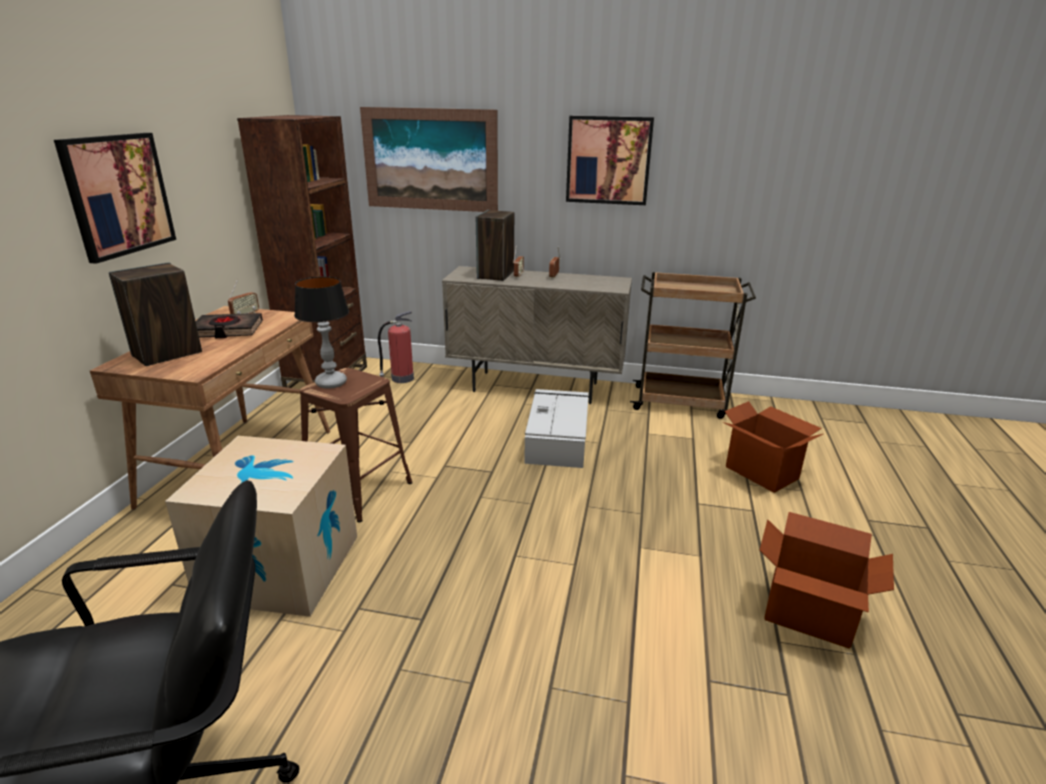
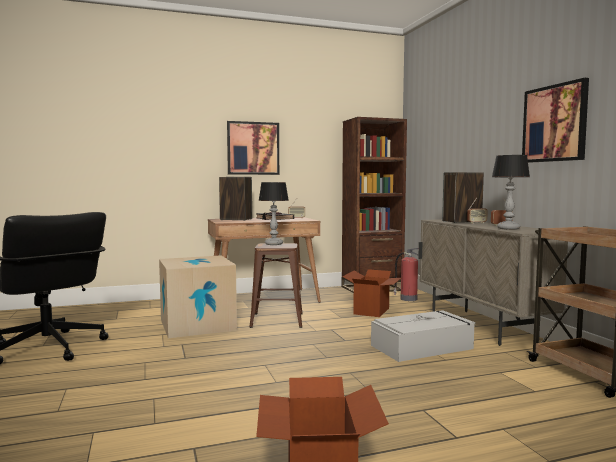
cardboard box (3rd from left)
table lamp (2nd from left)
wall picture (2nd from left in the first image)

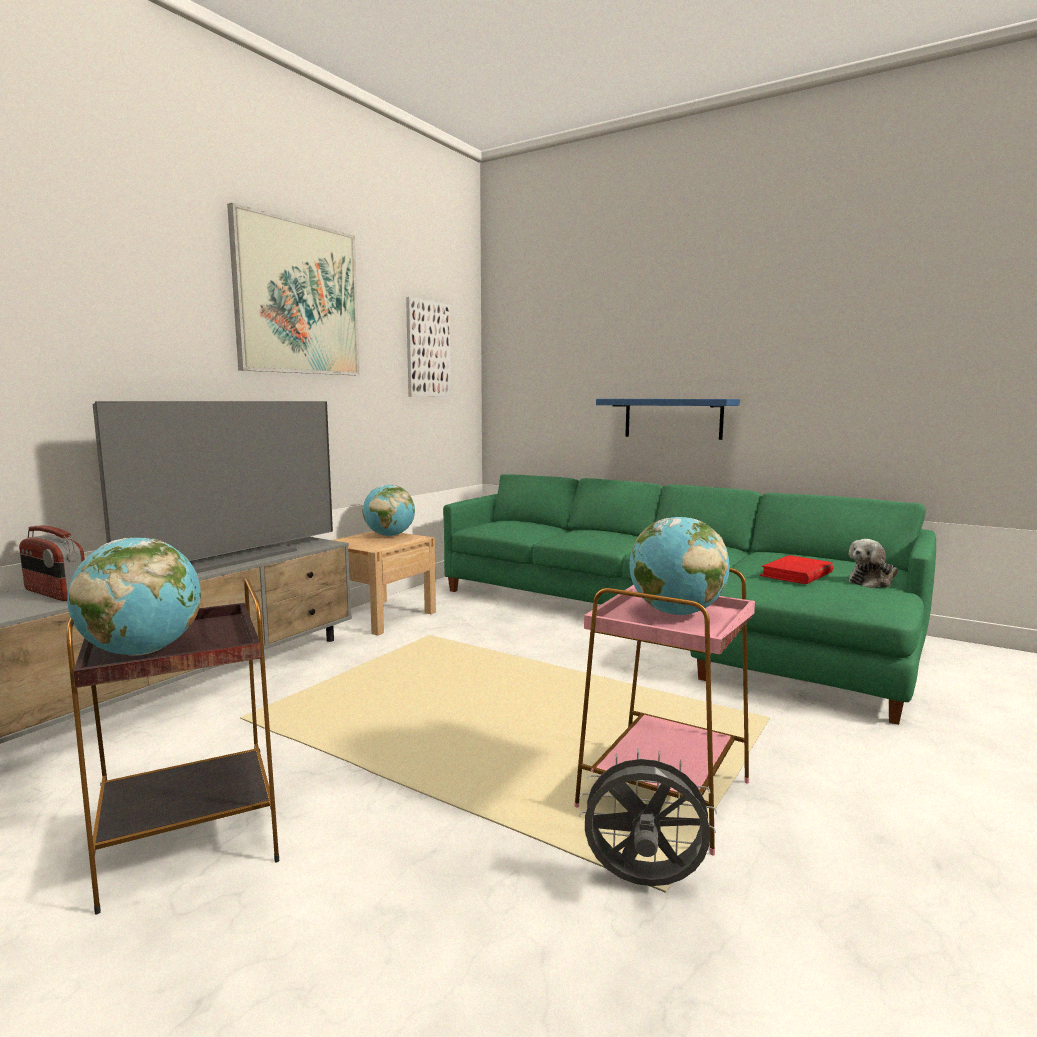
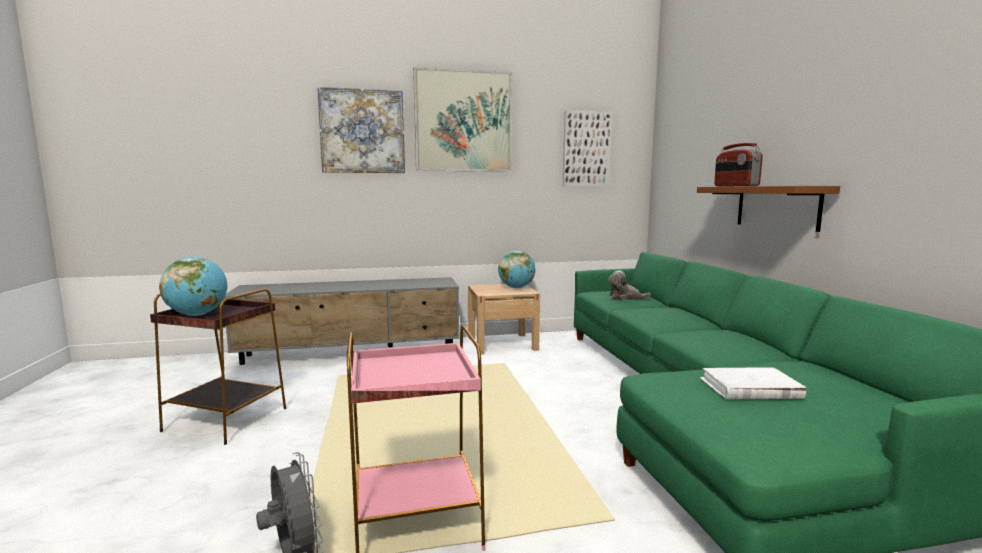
wall picture (1st from left)
plush toy
brownish shelf
whitish book
radio receiver
TV set
desk globe (3rd from left in the first image)

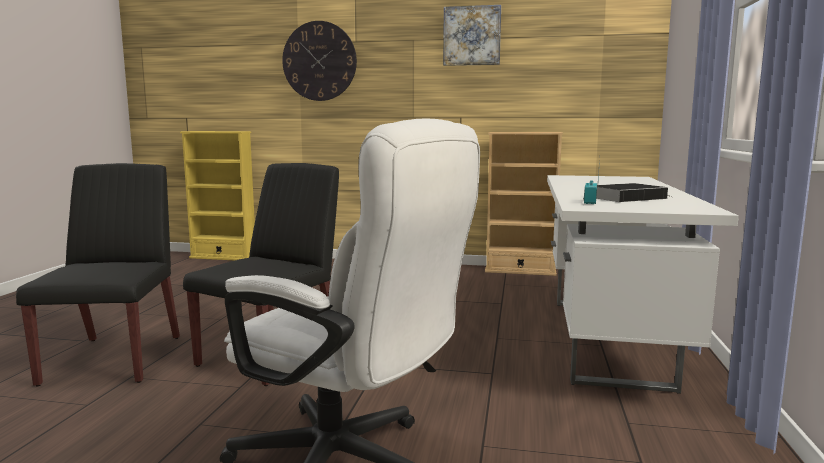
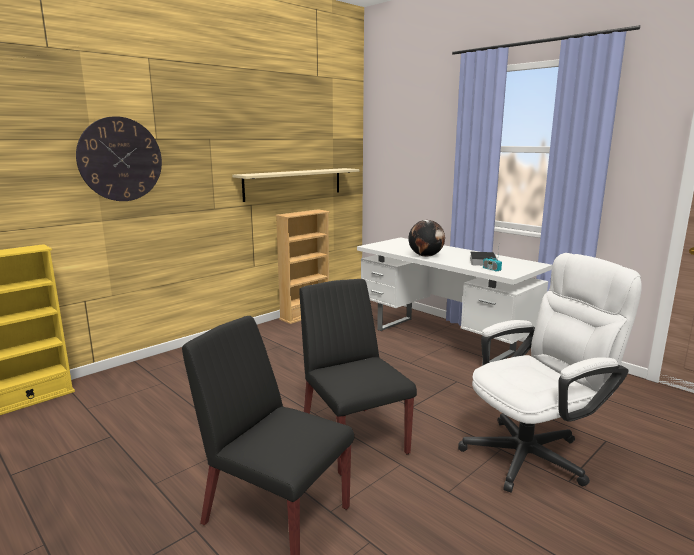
sand-coloured shelf
desk globe
wall picture

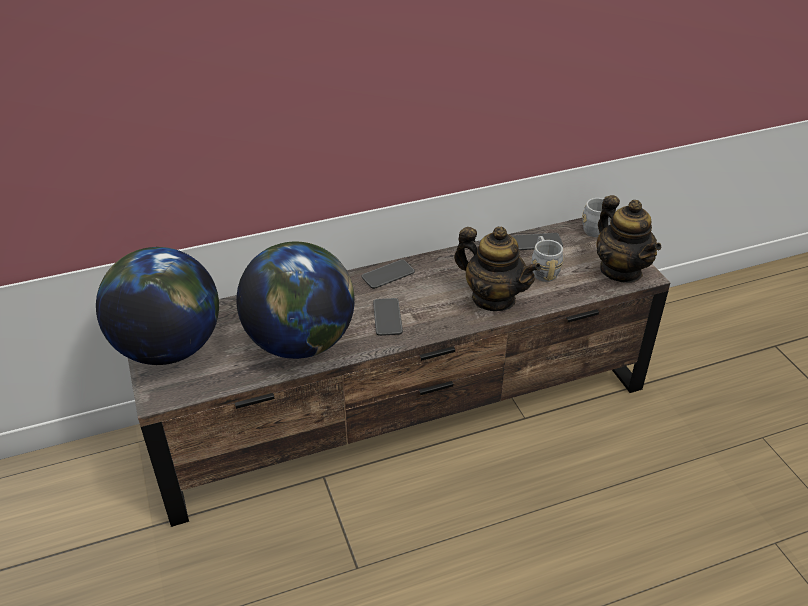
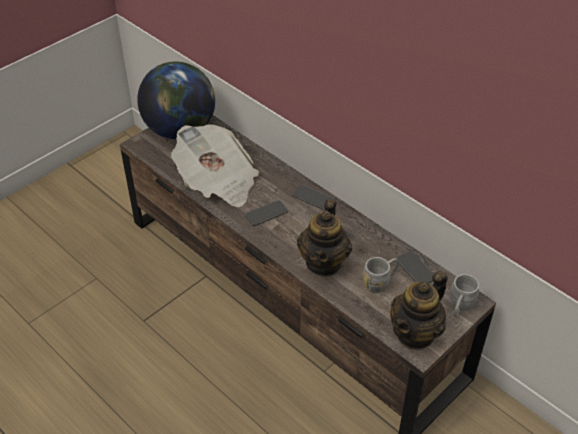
daily paper

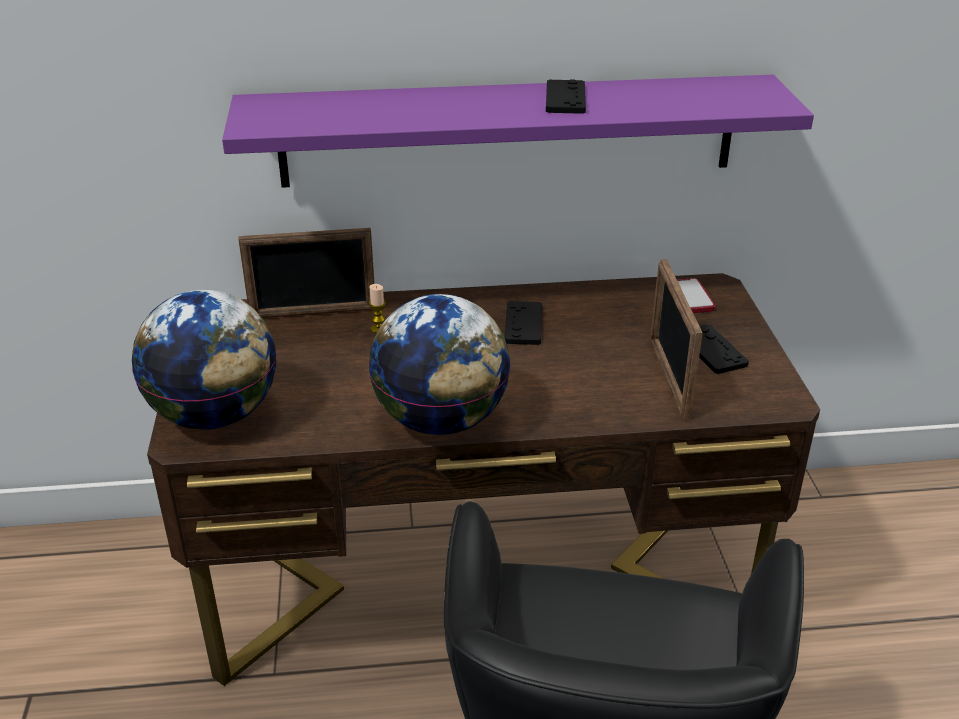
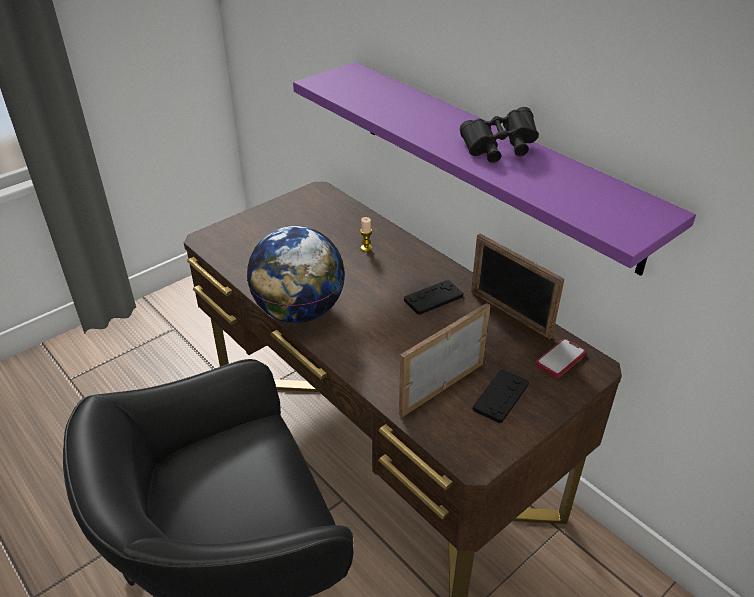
black-coloured binoculars
picture frame (2nd from left)
desk globe (1st from left in the first image)

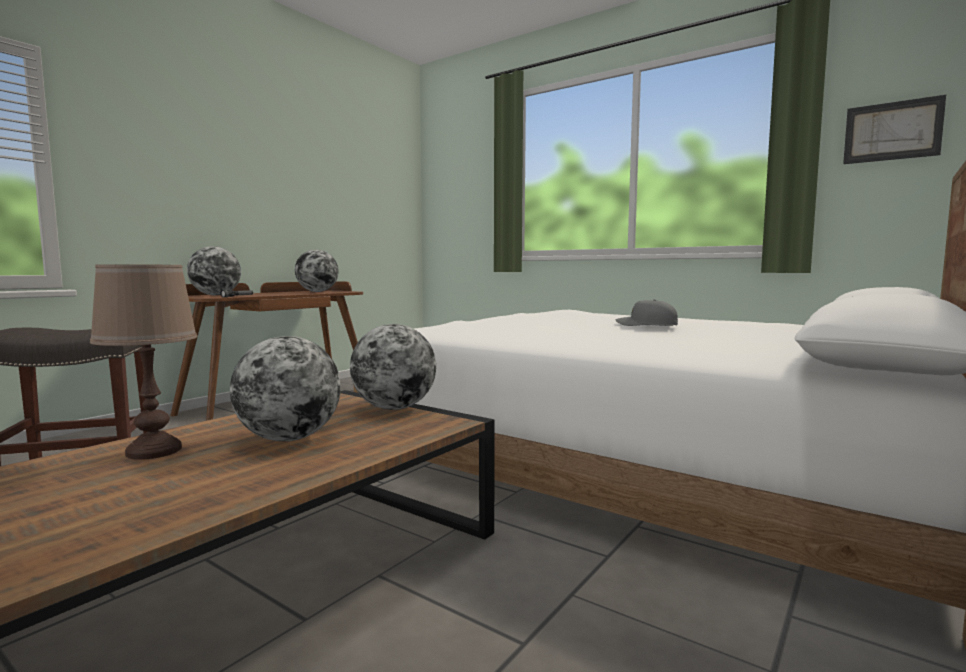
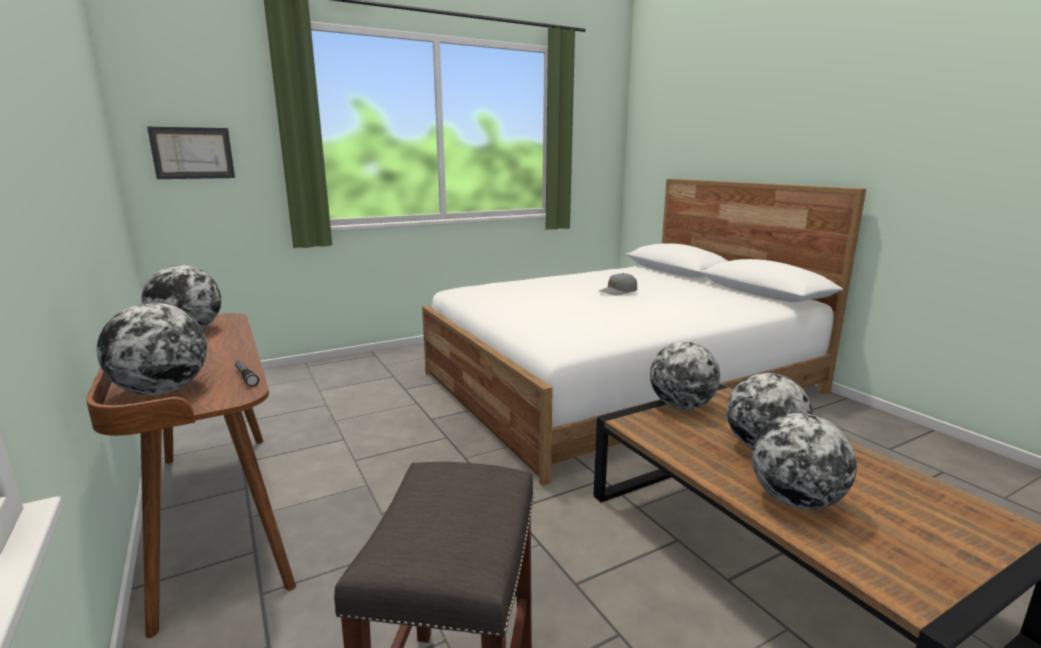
wall picture
desk globe (5th from left)

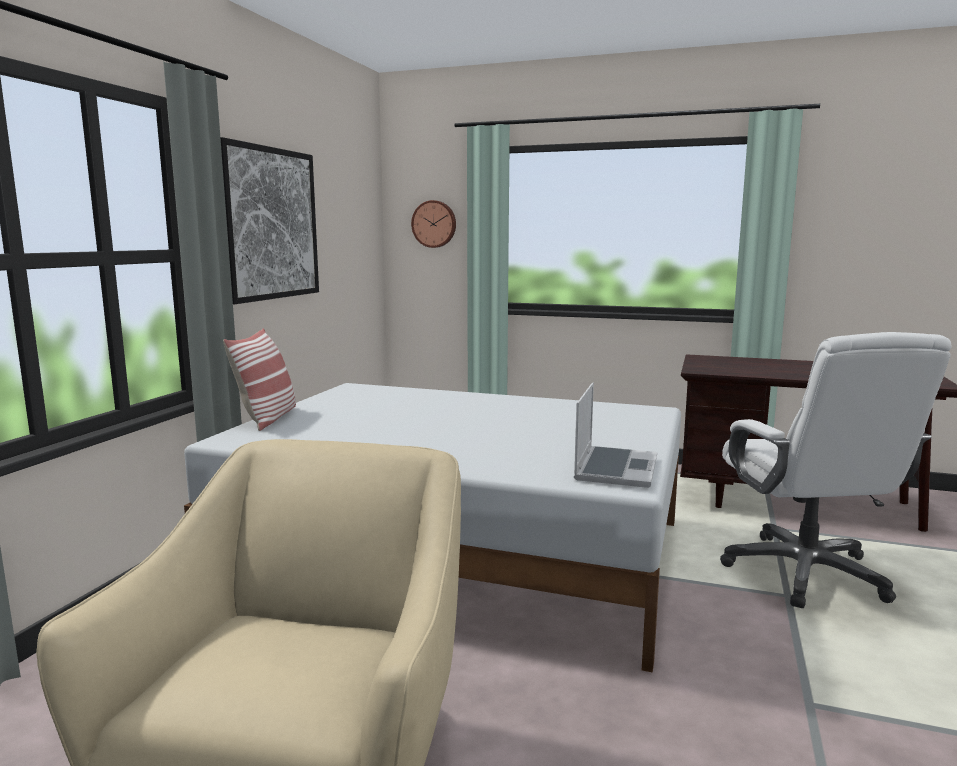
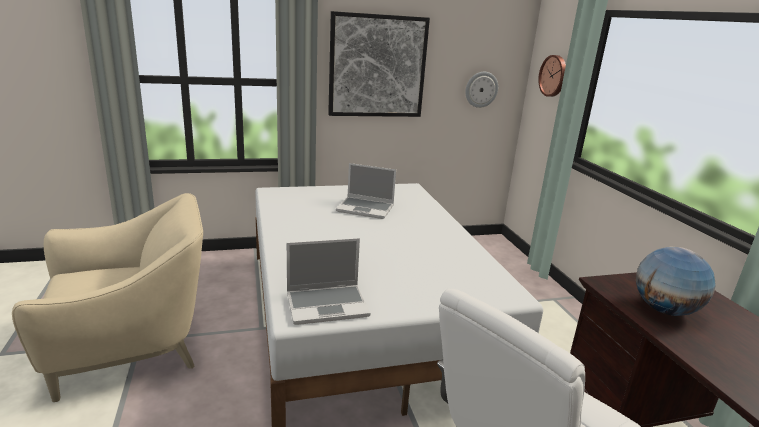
laptop (2nd from left)
hanging clock (1st from left)
desk globe
throw pillow

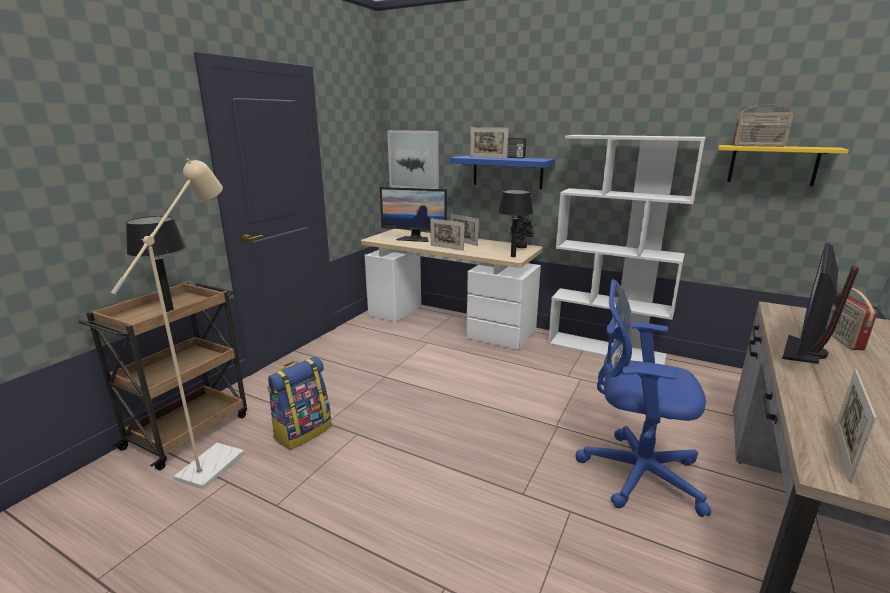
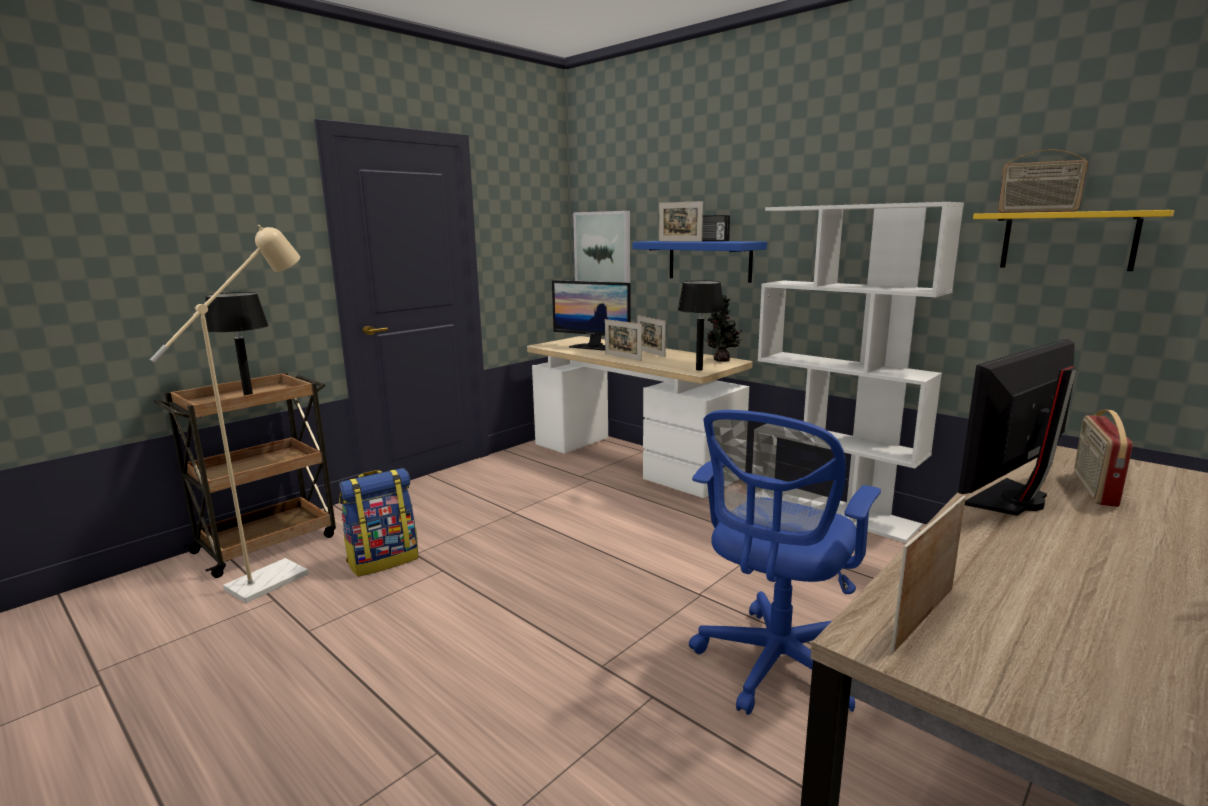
bluish computer chair

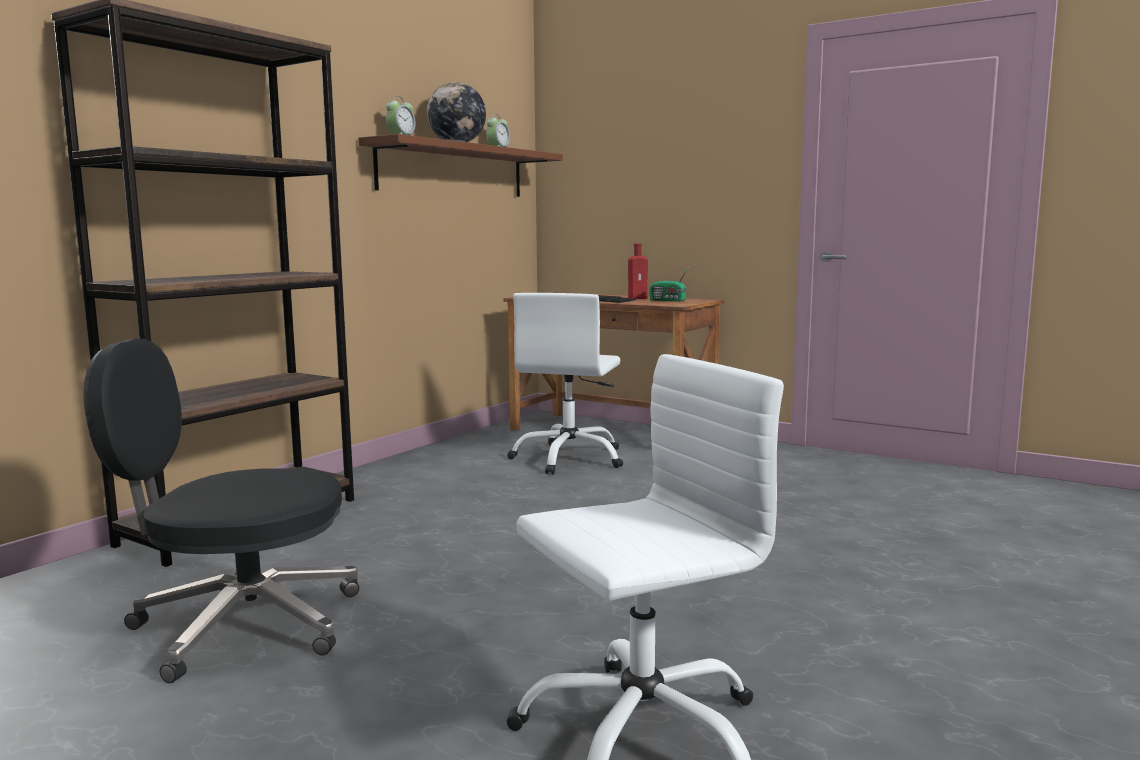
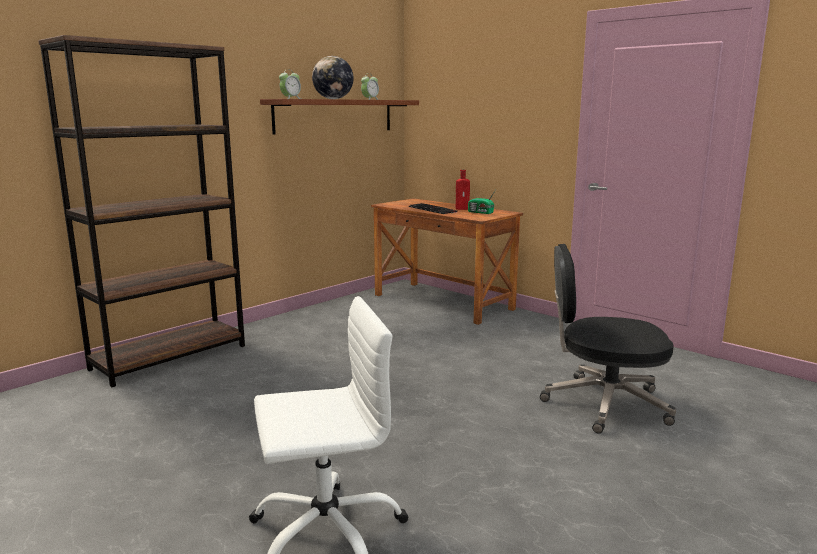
black-coloured computer chair
whitish computer chair (1st from left in the first image)

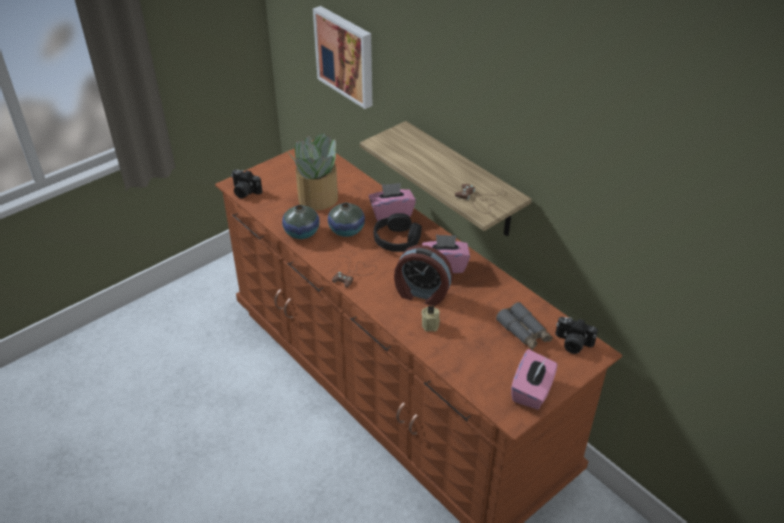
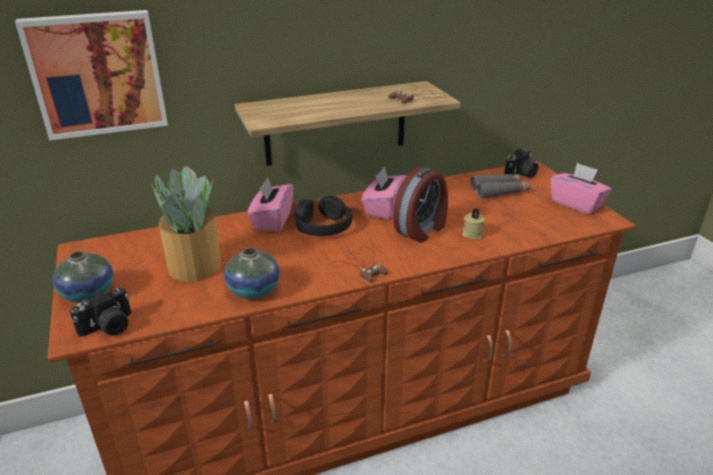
flower vase (1st from left)

